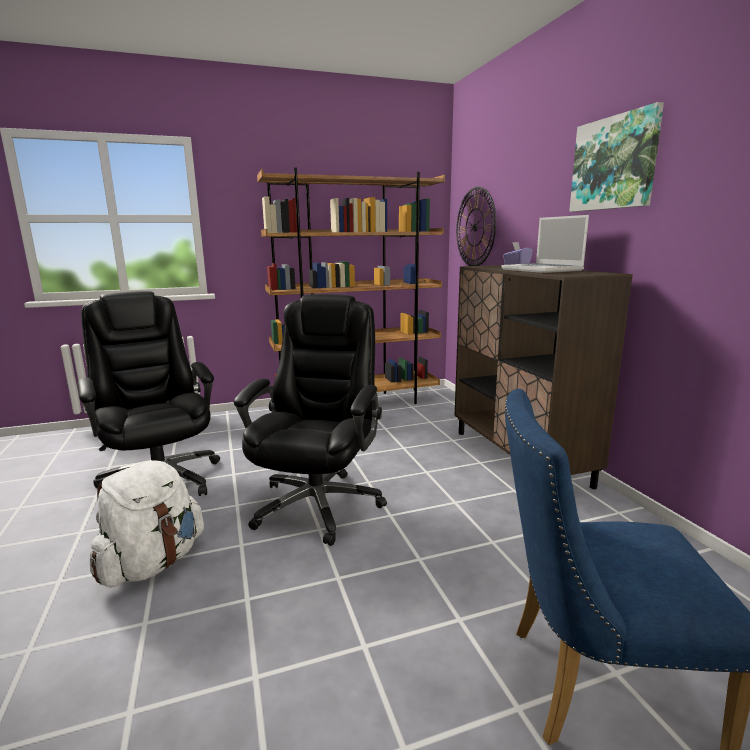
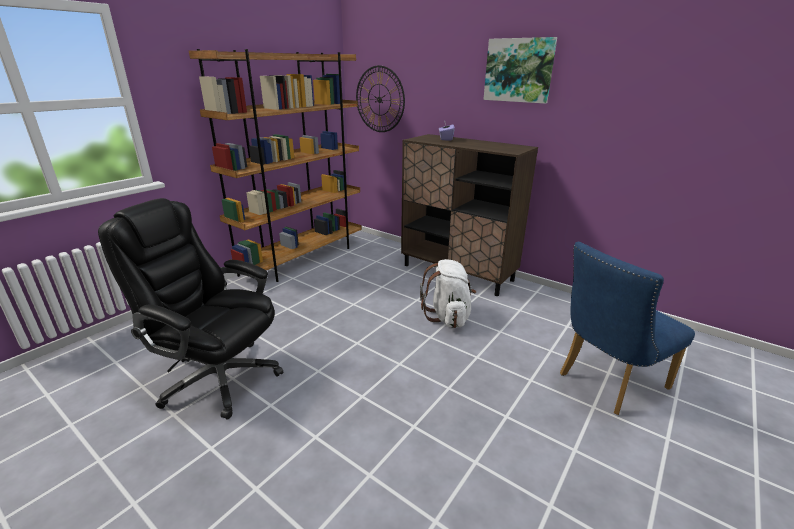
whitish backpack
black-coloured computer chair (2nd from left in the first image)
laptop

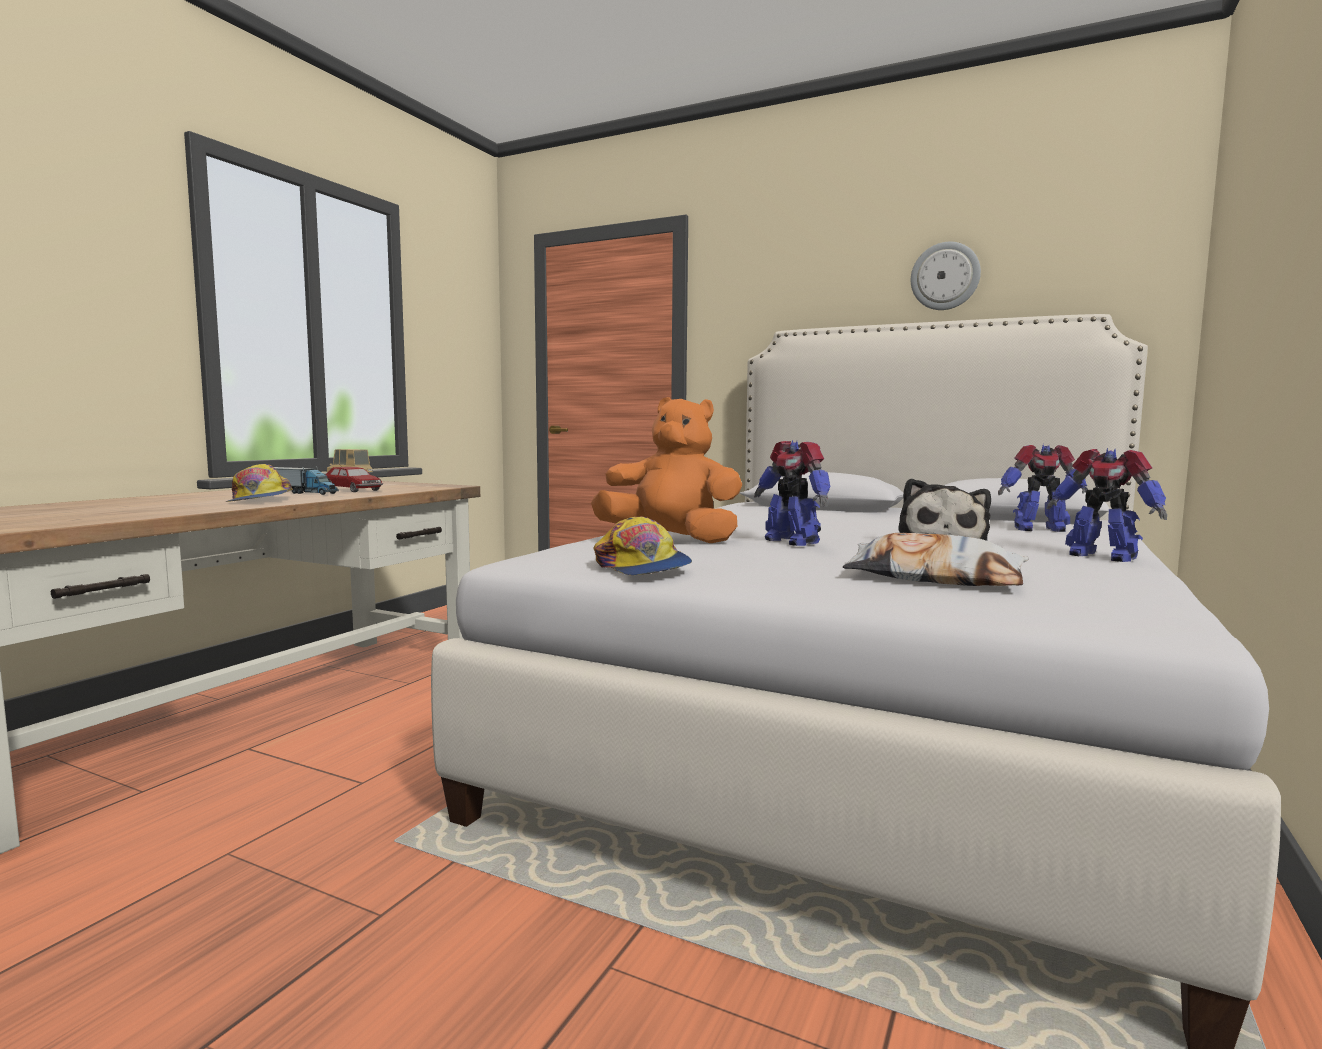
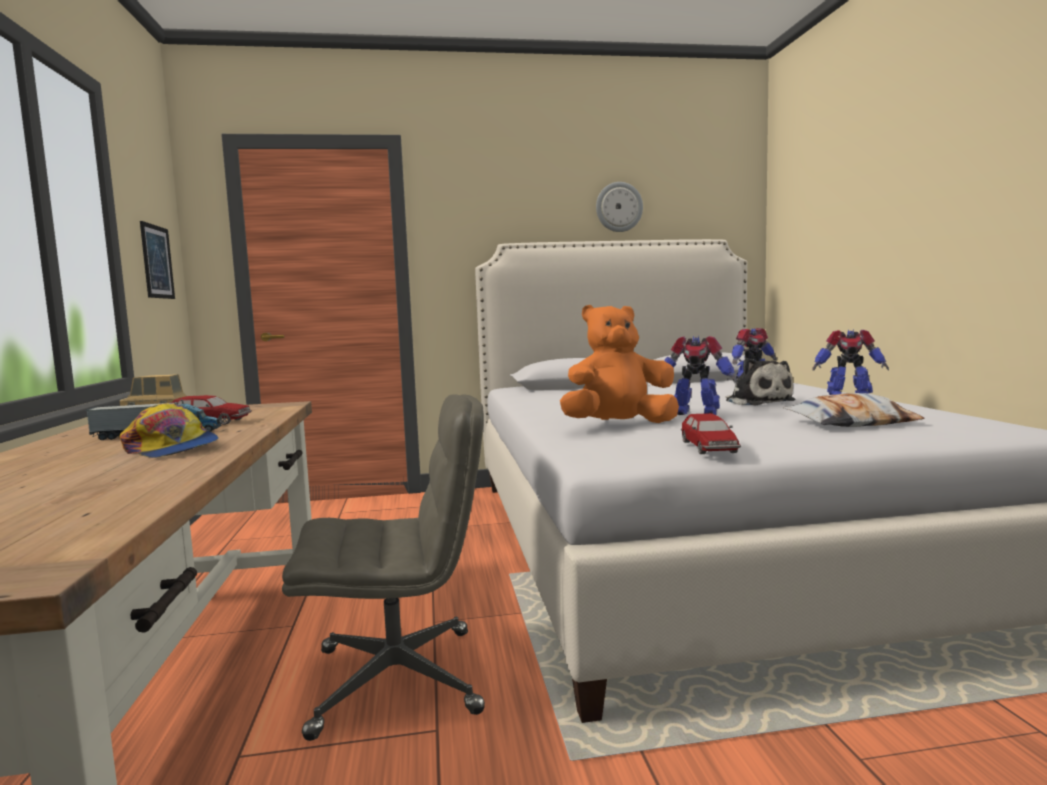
wall picture
greyish computer chair
miniature car (2nd from left)

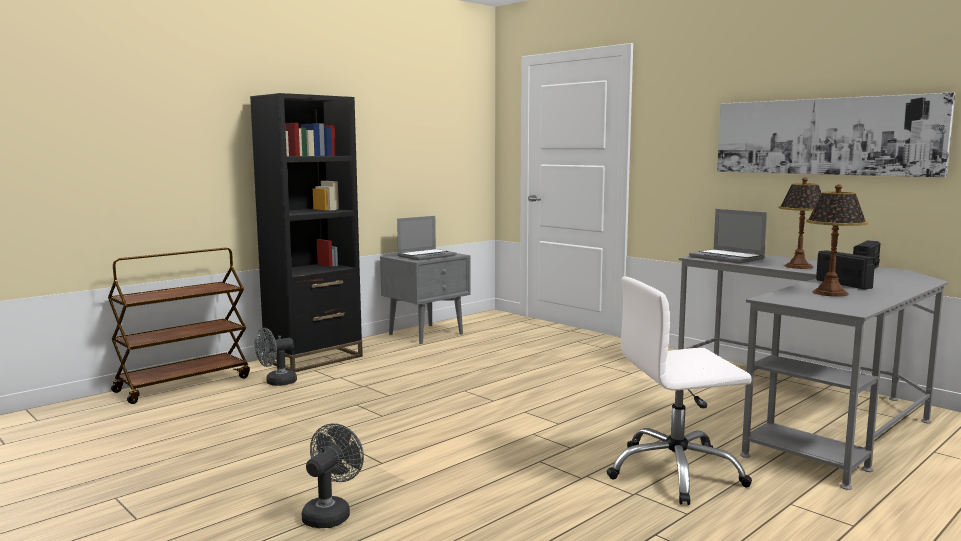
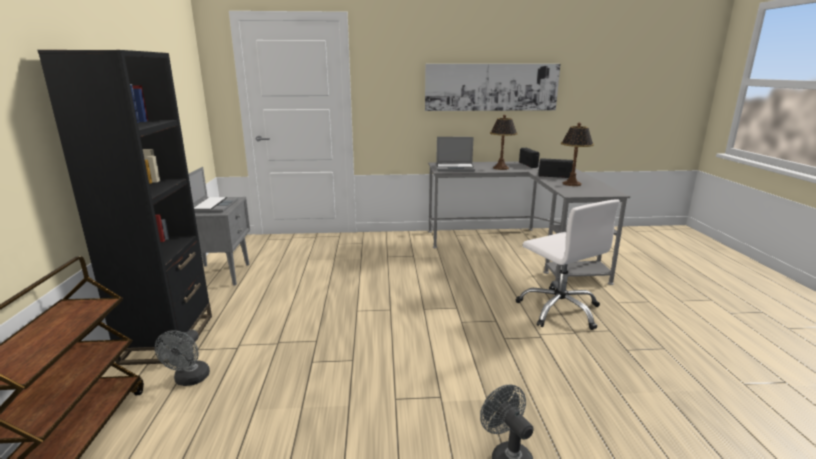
whitish computer chair

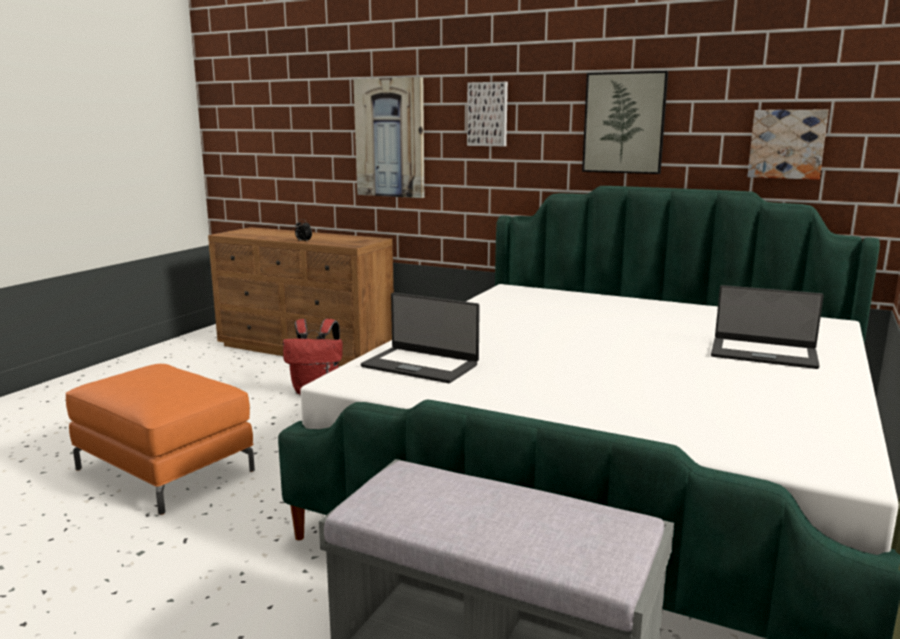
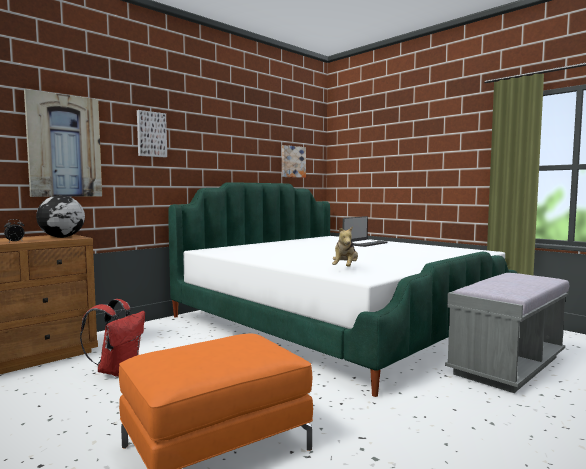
desk globe
plush toy
wall picture (3rd from left in the first image)

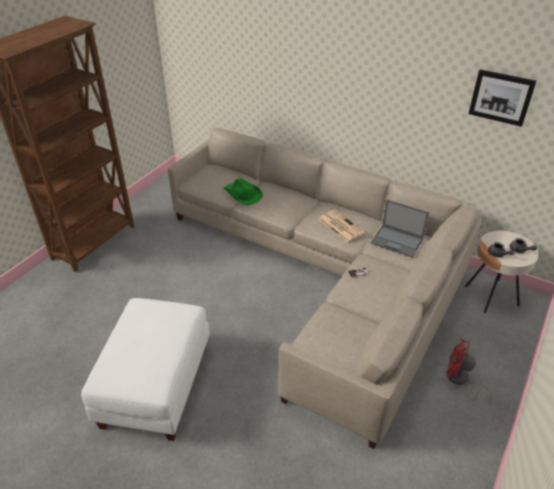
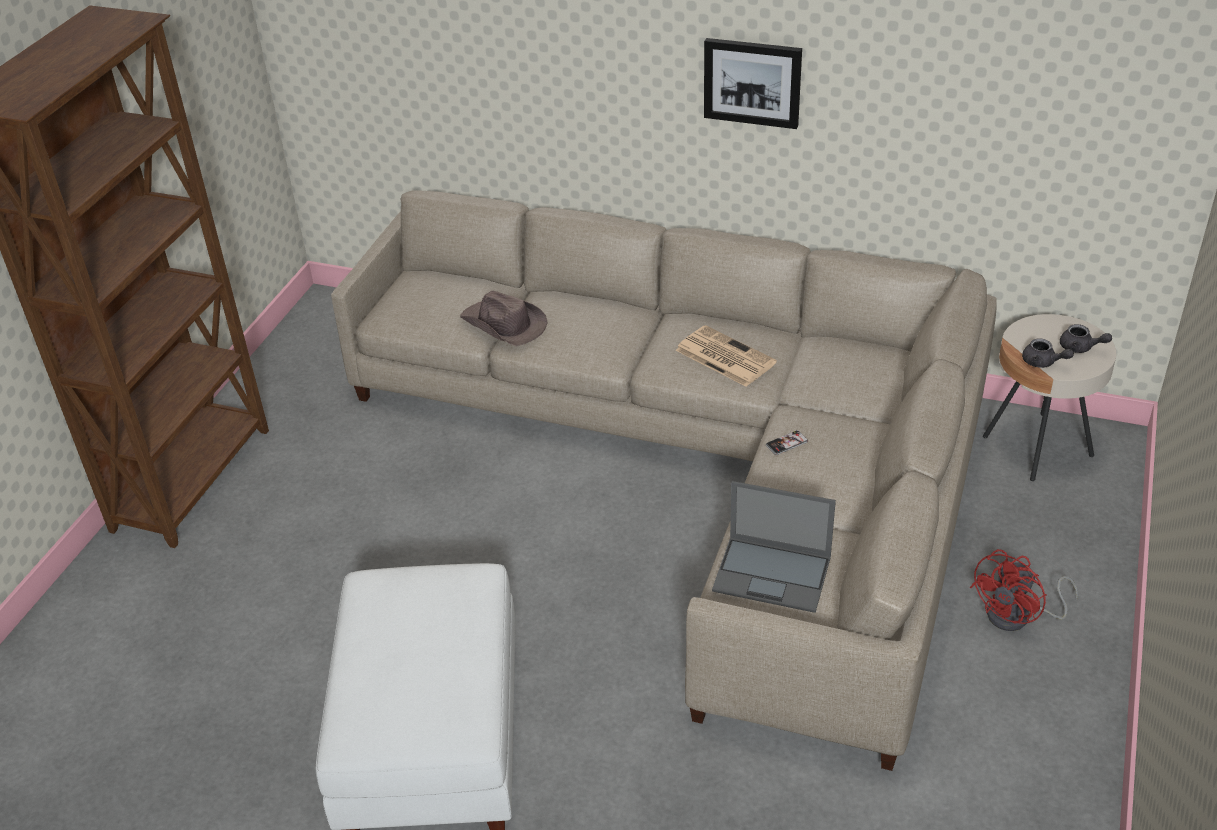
brownish hat
wall picture
laptop
red cooling fan

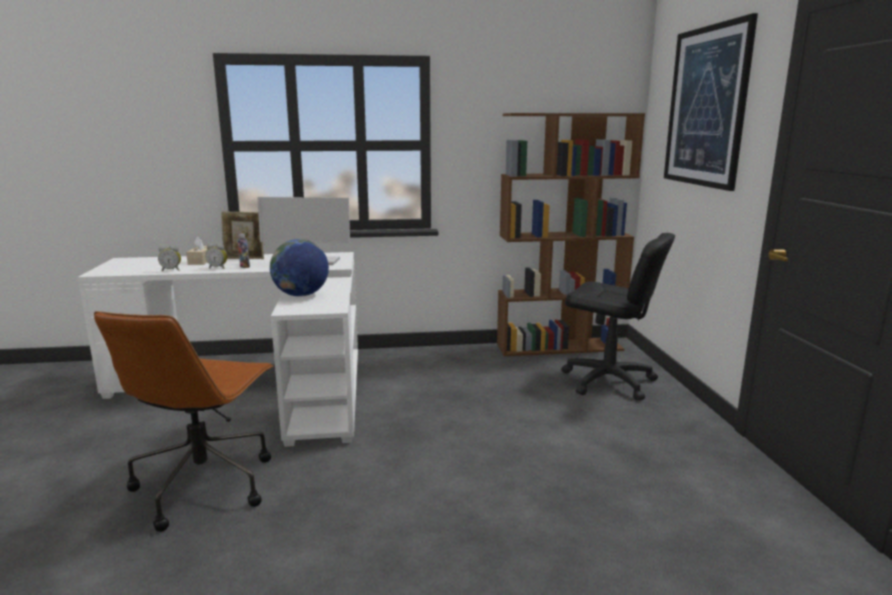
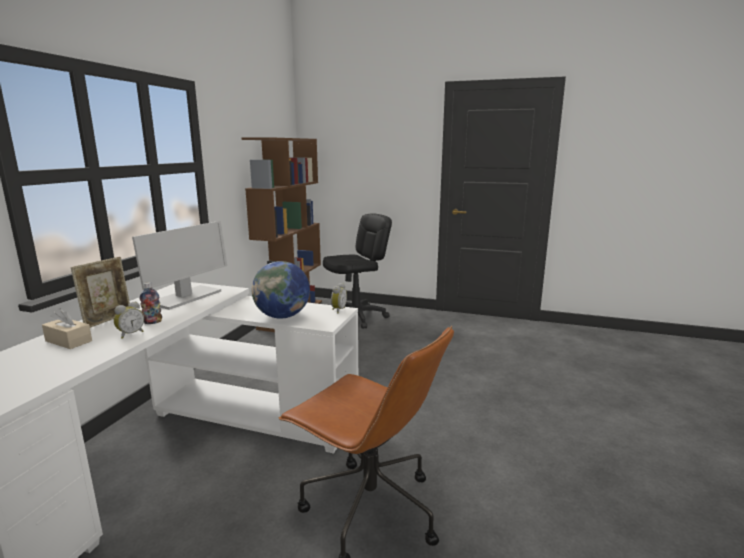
alarm clock (2nd from left)
wall picture

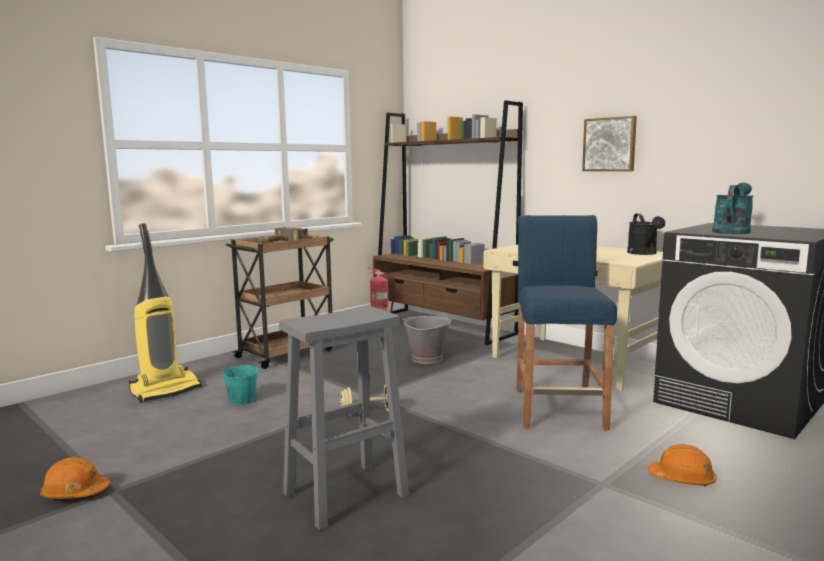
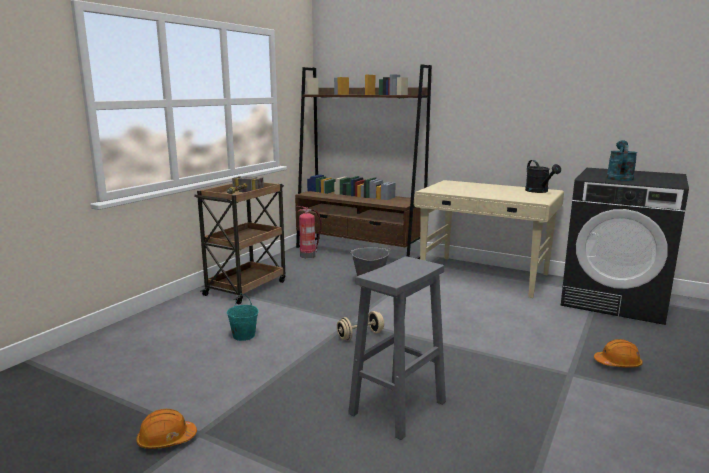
vacuum
bluish stool seat
wall picture

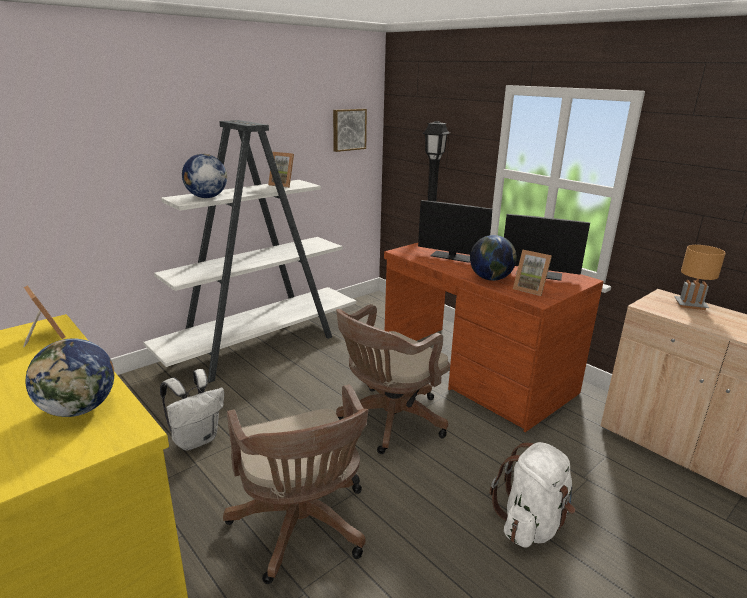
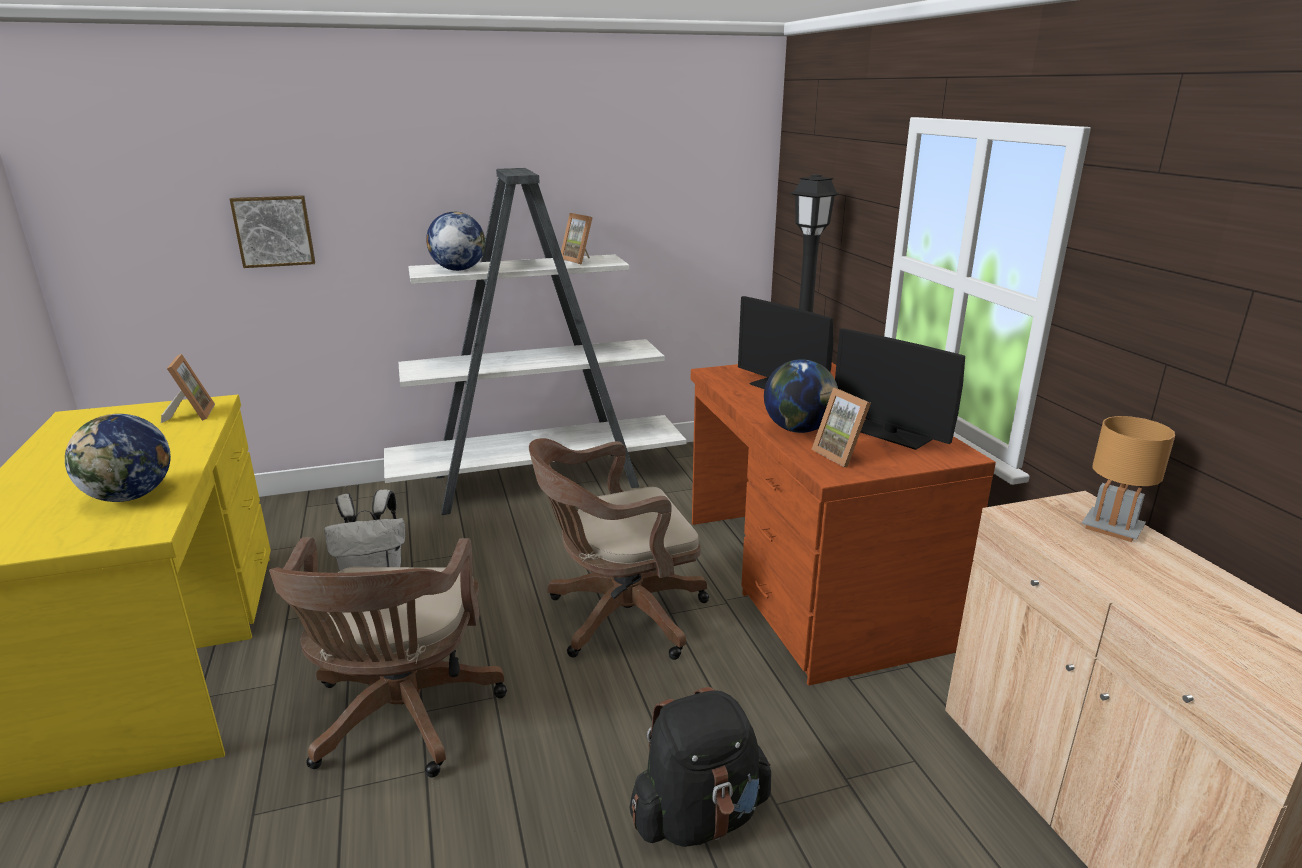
wall picture
black-coloured backpack

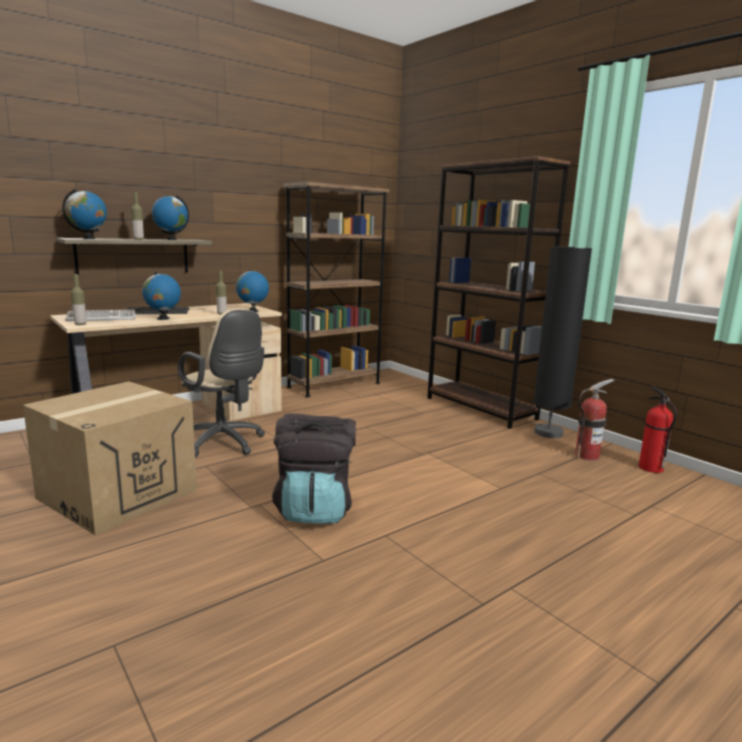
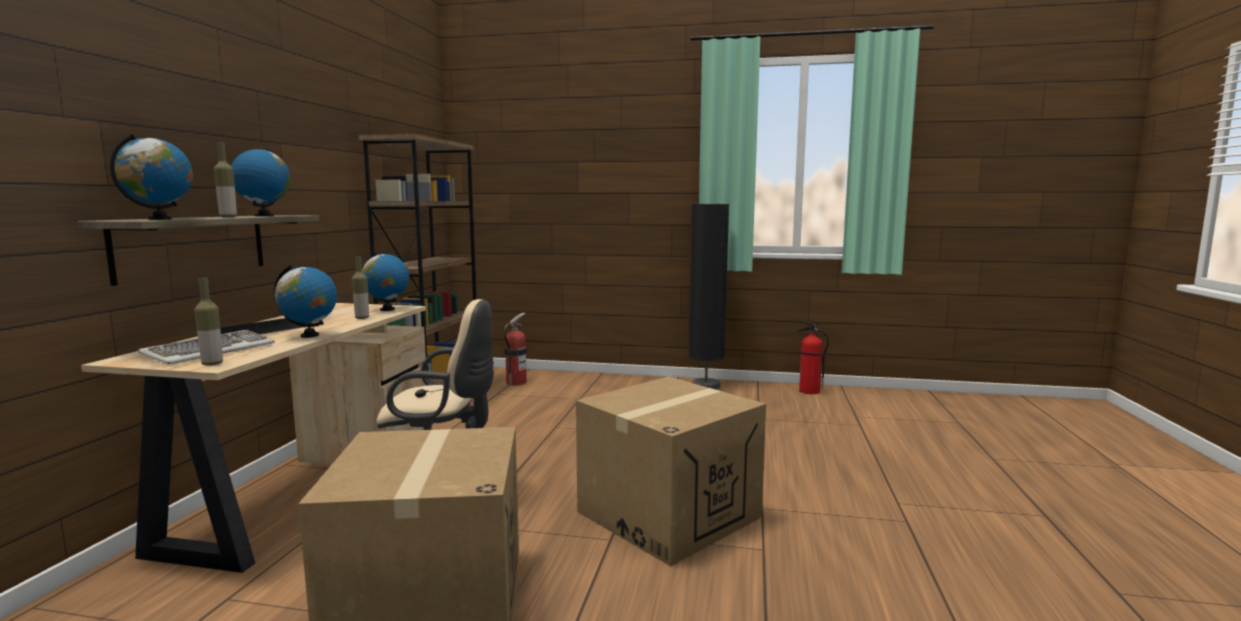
extinguisher (1st from left)
cardboard box (2nd from left)
brownish bookcase (2nd from left in the first image)

